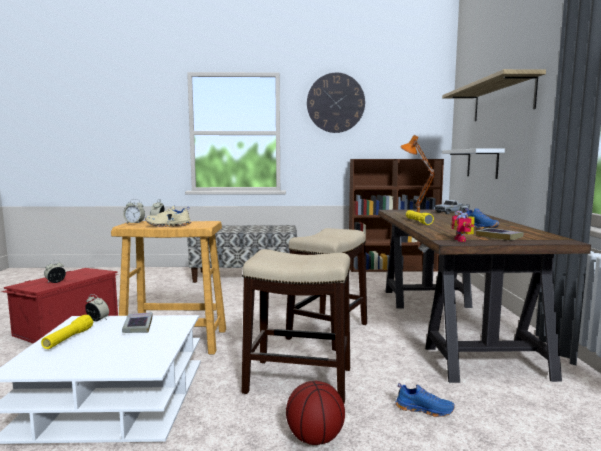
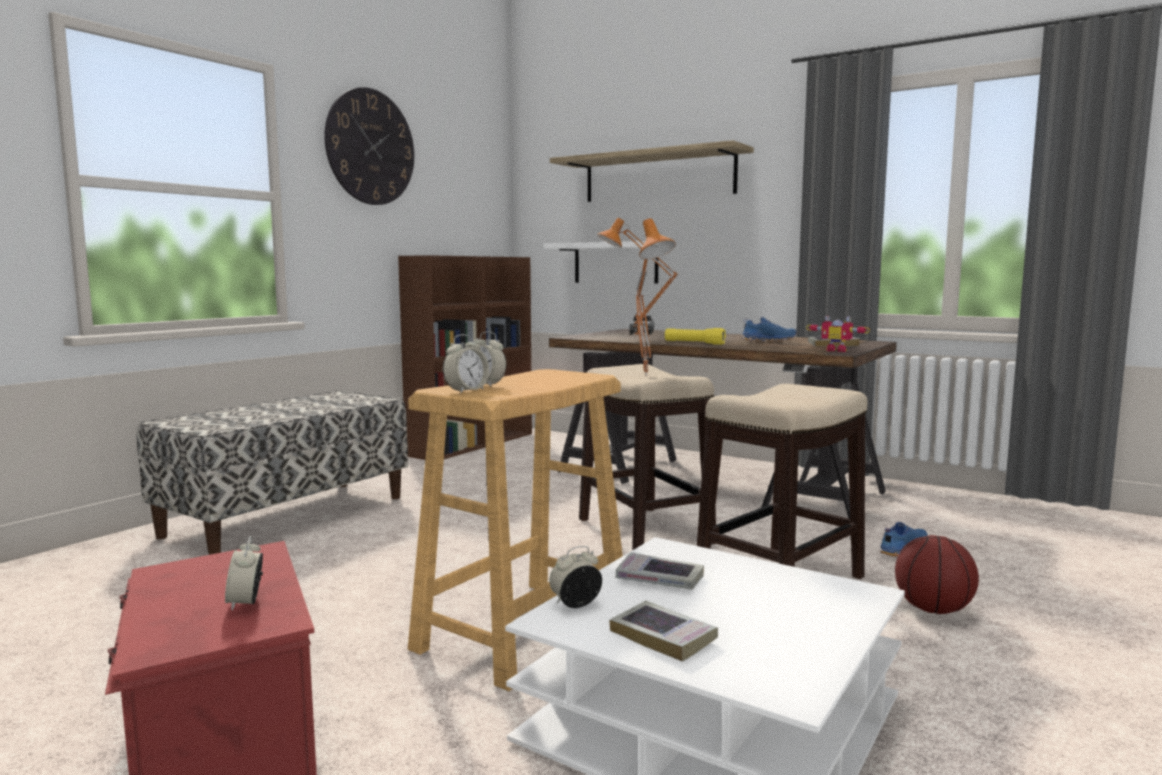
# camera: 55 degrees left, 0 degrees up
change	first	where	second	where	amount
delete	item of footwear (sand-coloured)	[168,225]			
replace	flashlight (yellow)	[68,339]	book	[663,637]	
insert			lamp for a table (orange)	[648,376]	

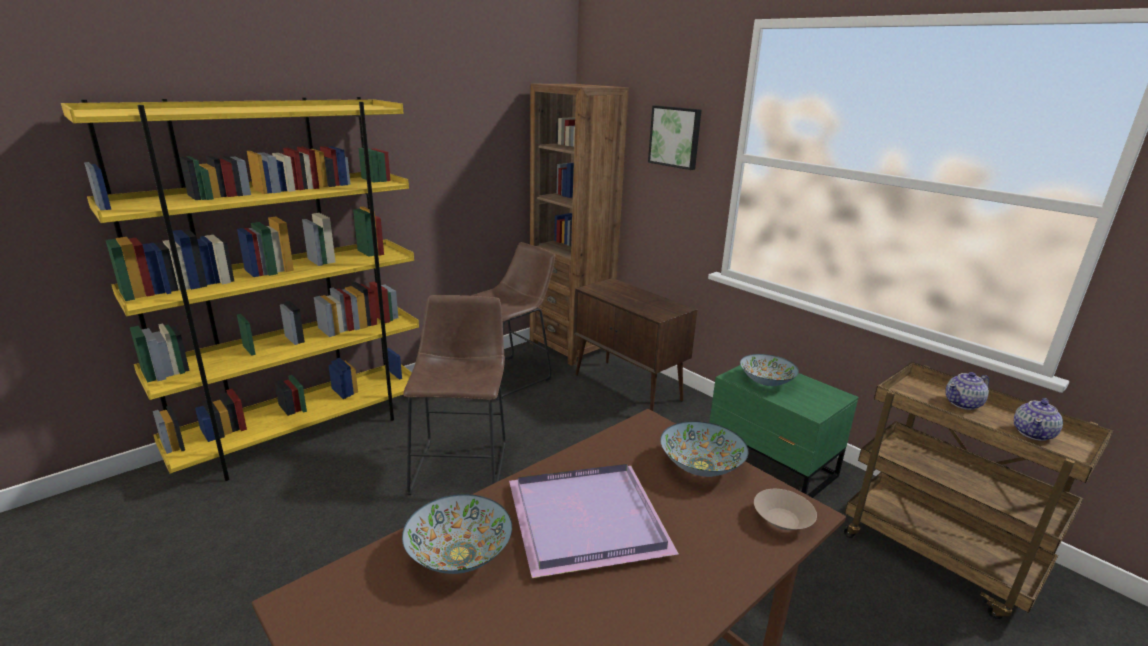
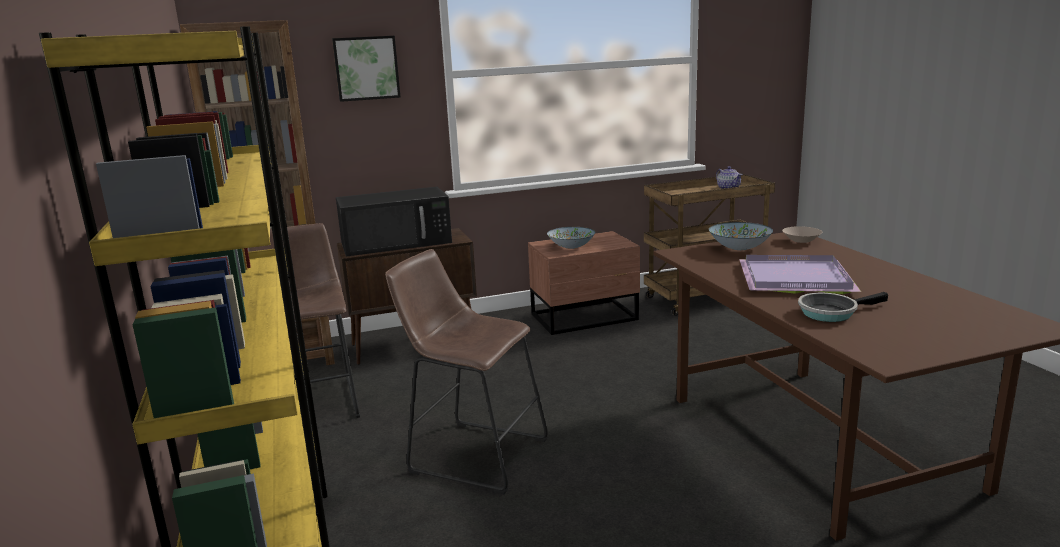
# camera: 65 degrees left, 5 degrees down
change	first	where	second	where	amount
recolor	nightstand (green-coloured)	[771,466]	nightstand (brown)	[586,317]	
delete	pot for tea	[963,403]			
replace	deep dish	[459,554]	skillet	[831,312]	
insert			kitchen microwave (black-coloured)	[397,242]	

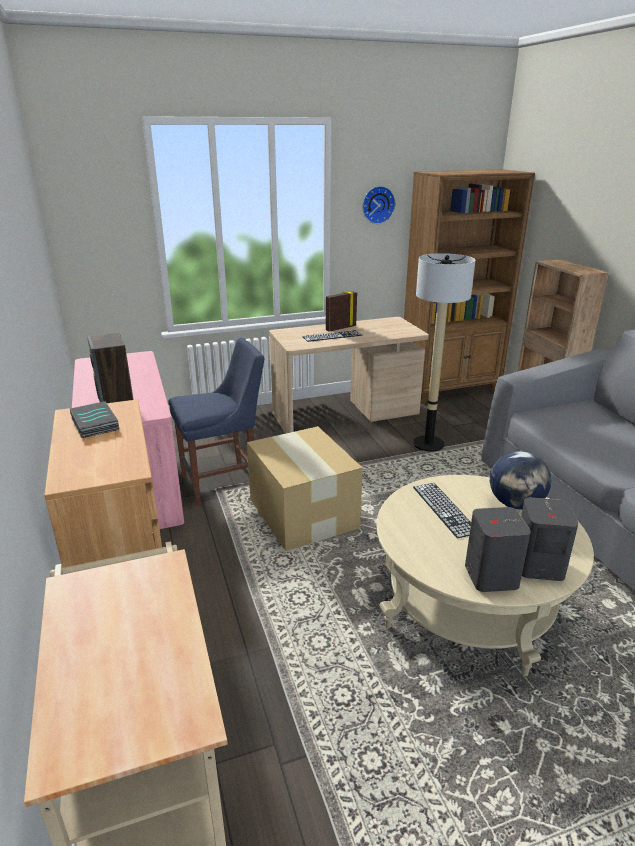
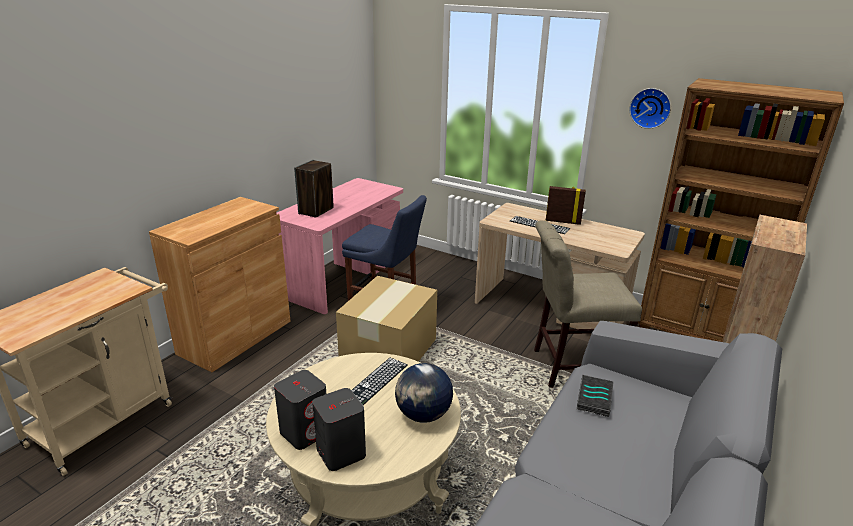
# camera: 50 degrees right, 0 degrees up
change	first	where	second	where	amount
replace	standard lamp	[428,444]	chair (sand-coloured)	[571,366]	
move	book	[93,423]		[593,398]	

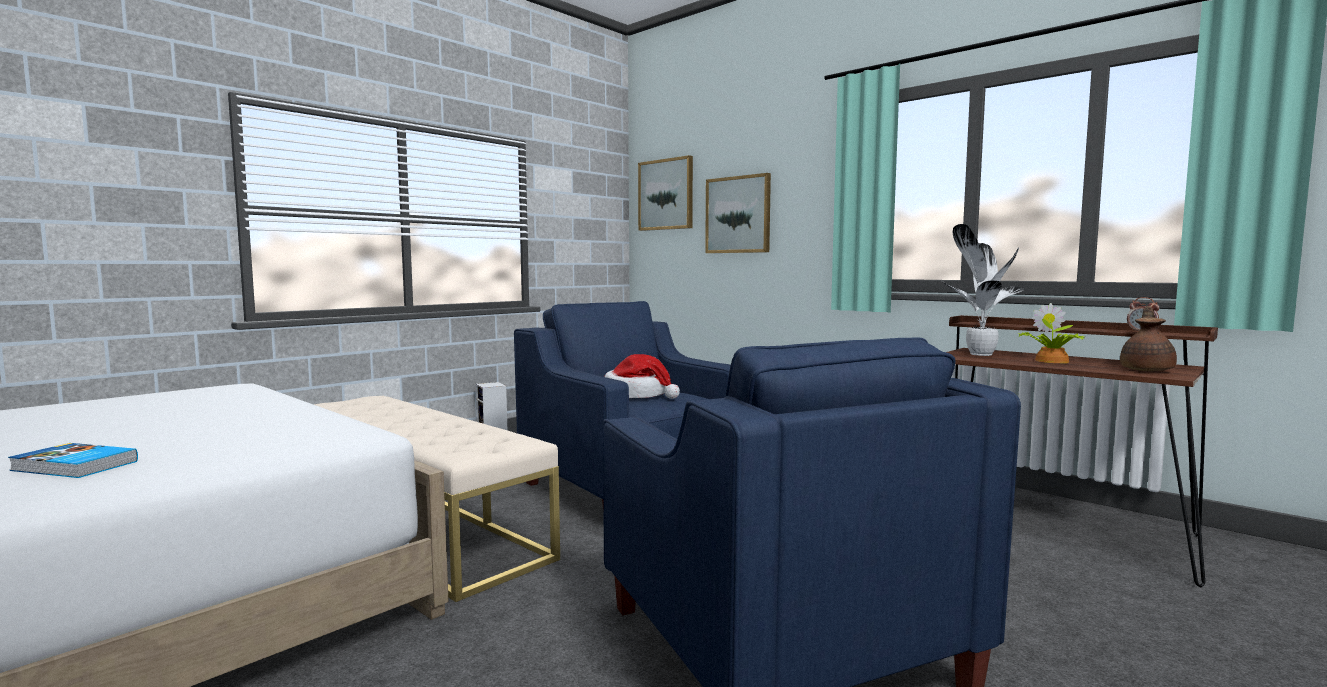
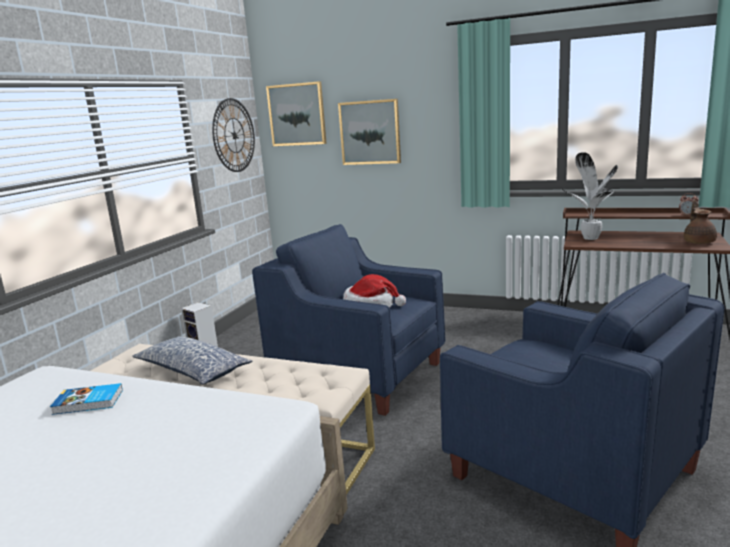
# camera: 20 degrees left, 10 degrees up
change	first	where	second	where	amount
delete	potted plant	[1051,361]			
move	book	[73,466]		[88,402]	
insert			clock on the wall	[234,135]	
insert			throw pillow	[192,371]	

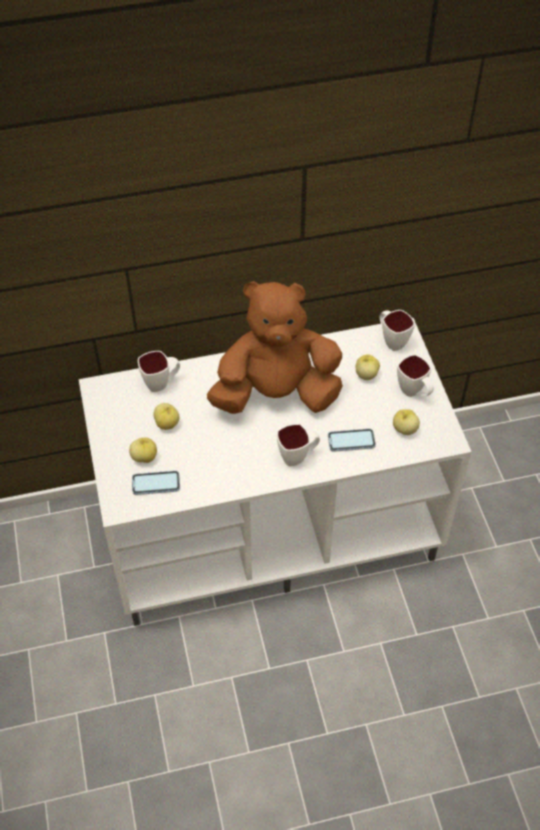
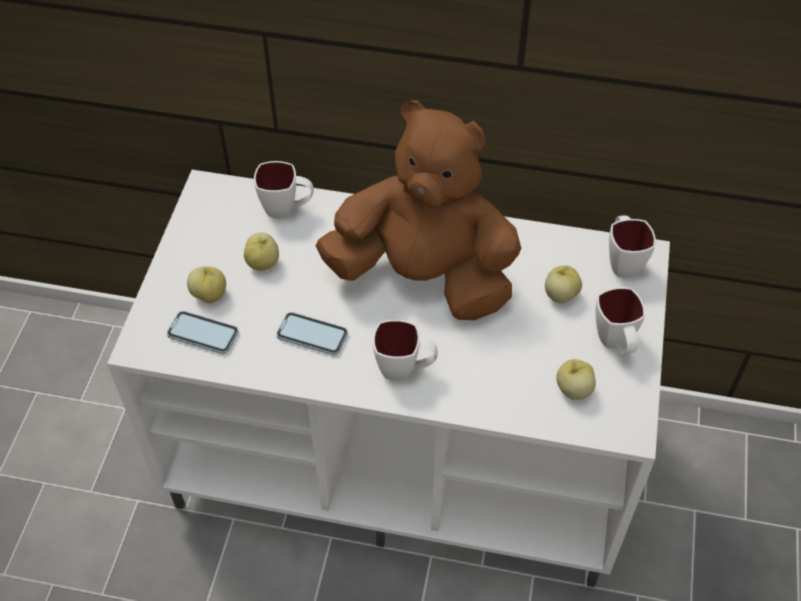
# camera: 25 degrees right, 0 degrees up
change	first	where	second	where	amount
move	phone	[351,441]		[312,335]	

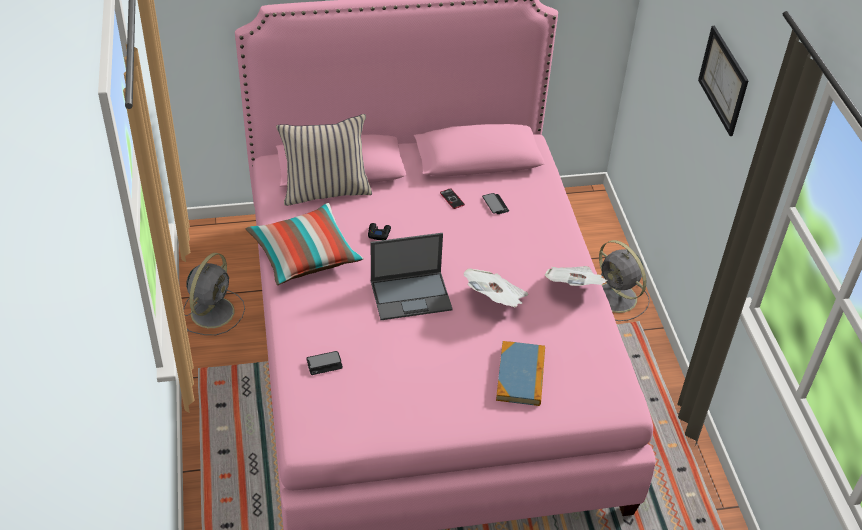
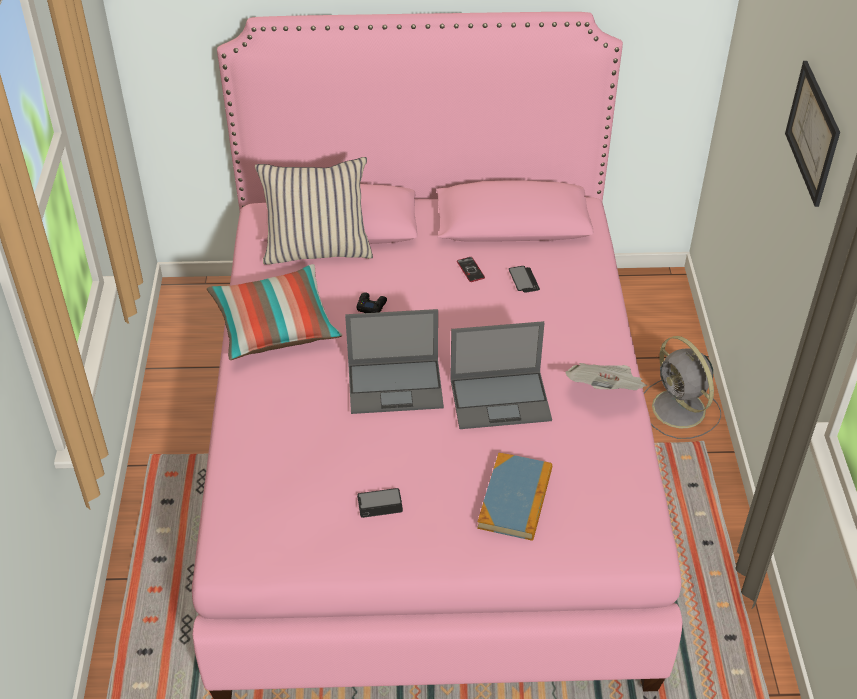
# camera: 10 degrees right, 0 degrees up
change	first	where	second	where	amount
delete	cooling fan (gray)	[213,311]			
replace	daily paper	[495,299]	portable computer	[501,399]	
move	phone	[324,364]		[380,504]	

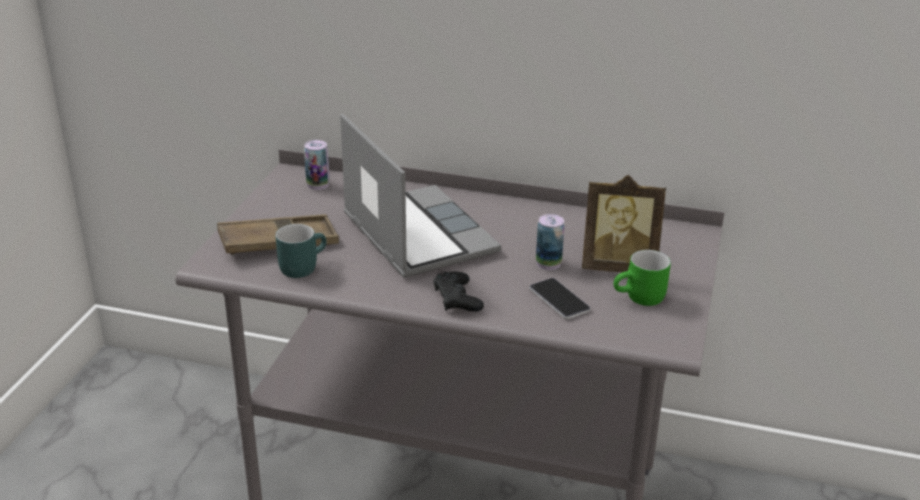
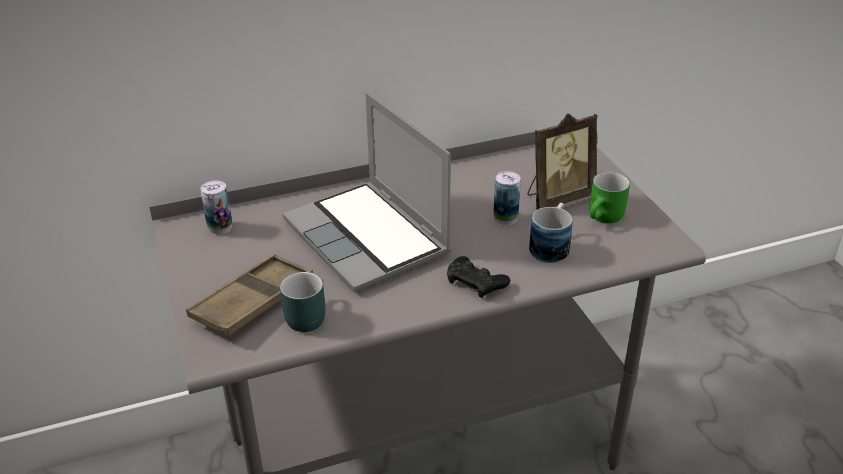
# camera: 35 degrees left, 5 degrees up
change	first	where	second	where	amount
rotate	portable computer	[416,234]		[368,238]	150 degrees counterclockwise
replace	phone	[559,299]	mug	[551,246]	

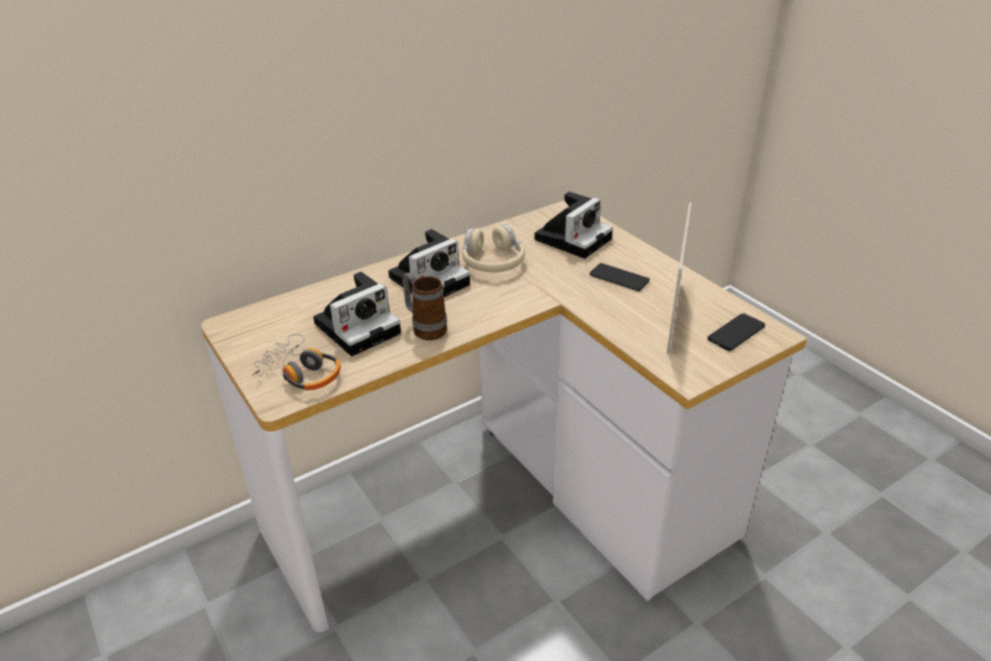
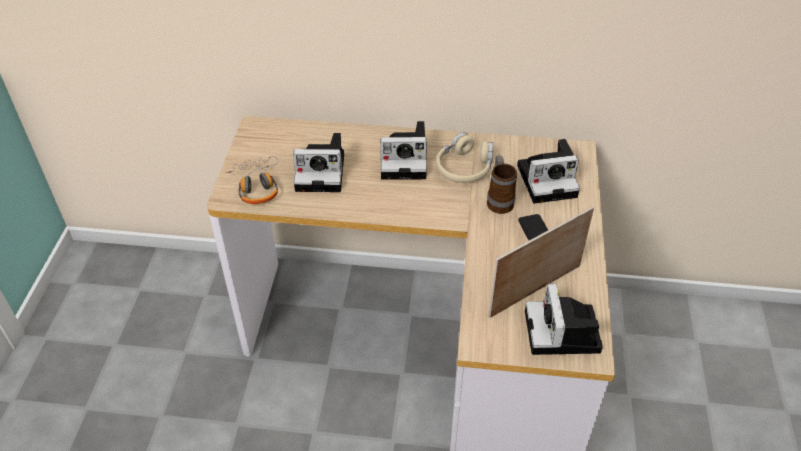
# camera: 40 degrees right, 10 degrees up
change	first	where	second	where	amount
move	mug	[425,328]		[499,200]	
replace	phone	[736,333]	still camera	[563,334]	

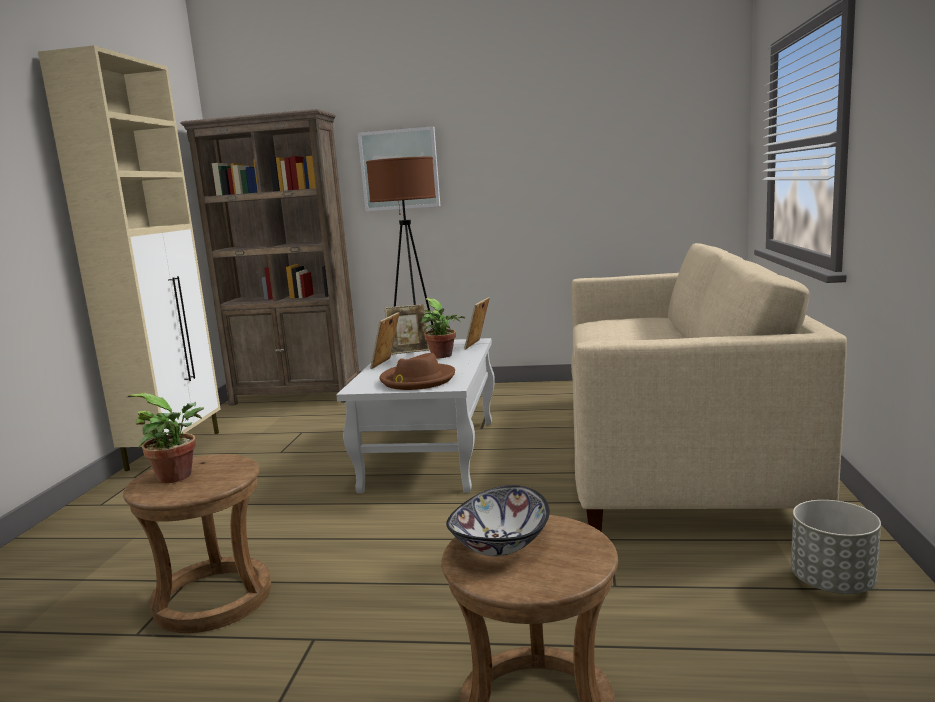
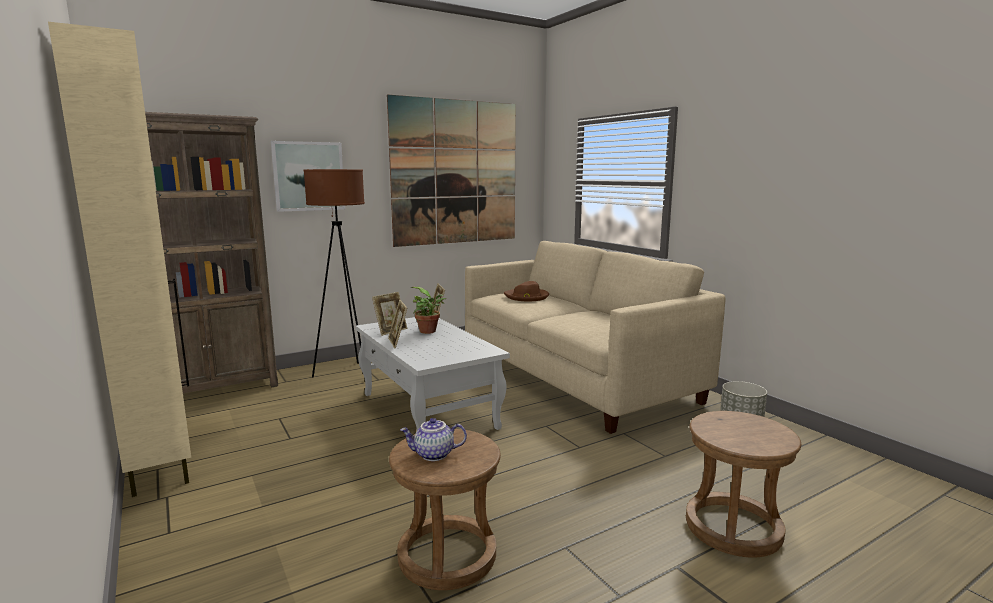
# camera: 40 degrees left, 0 degrees up
change	first	where	second	where	amount
move	hat (brown)	[417,380]		[527,297]	
replace	potted plant	[179,476]	pot for tea	[433,455]	
delete	deep dish	[499,545]			
insert			picture	[455,172]	

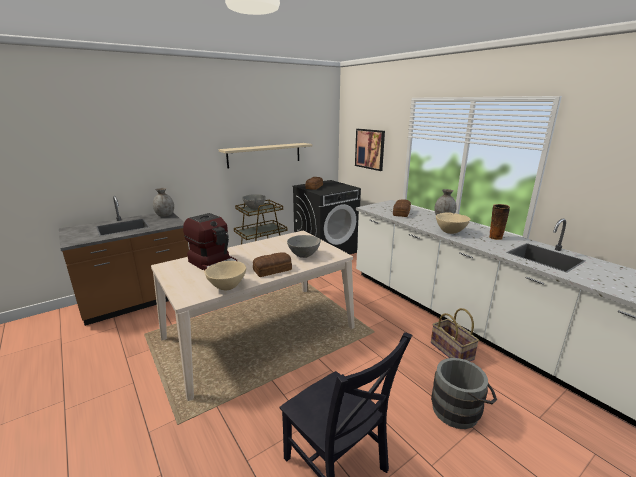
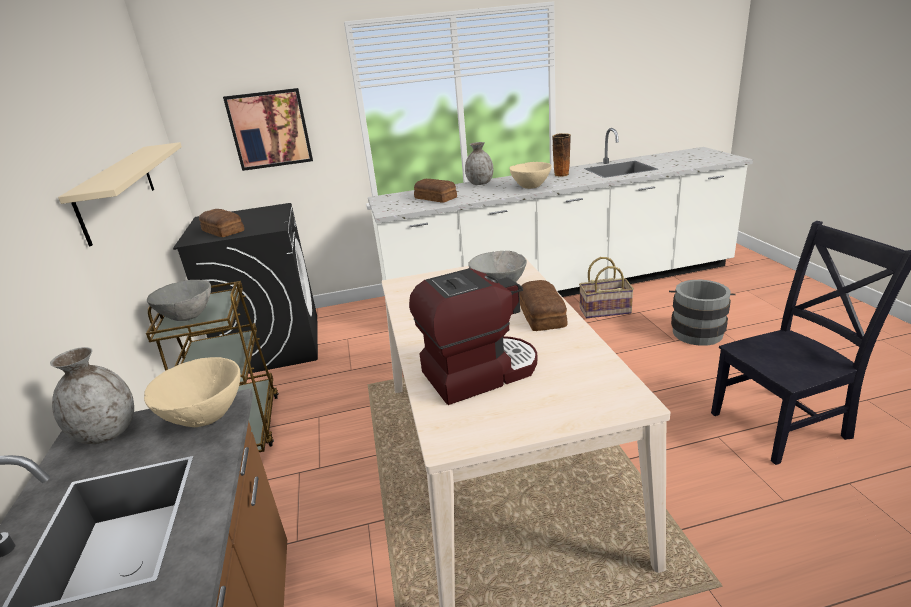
# camera: 65 degrees left, 5 degrees up
change	first	where	second	where	amount
move	deep dish (sand-coloured)	[227,286]		[205,417]	

